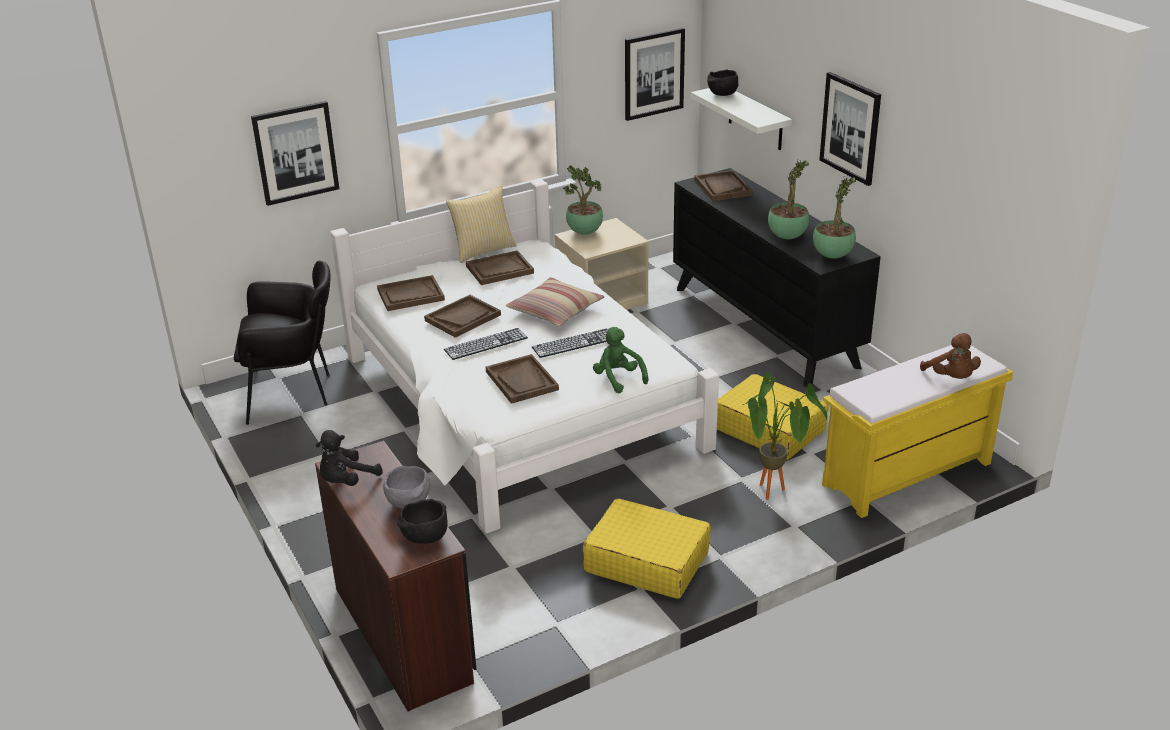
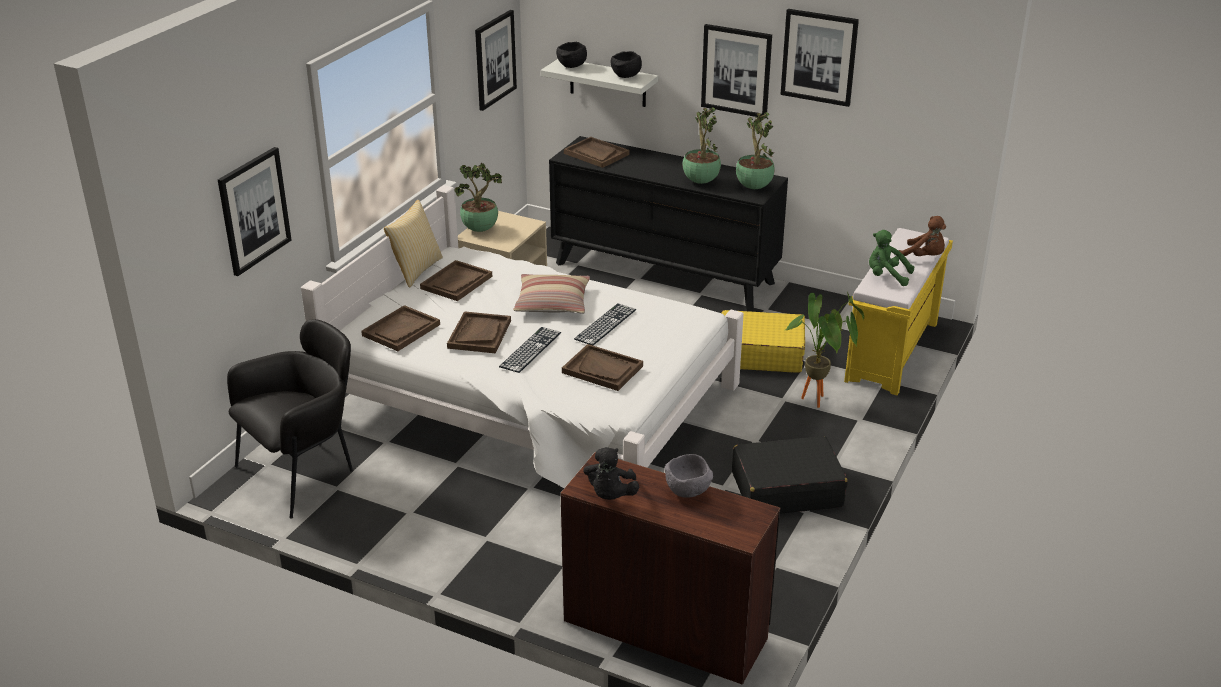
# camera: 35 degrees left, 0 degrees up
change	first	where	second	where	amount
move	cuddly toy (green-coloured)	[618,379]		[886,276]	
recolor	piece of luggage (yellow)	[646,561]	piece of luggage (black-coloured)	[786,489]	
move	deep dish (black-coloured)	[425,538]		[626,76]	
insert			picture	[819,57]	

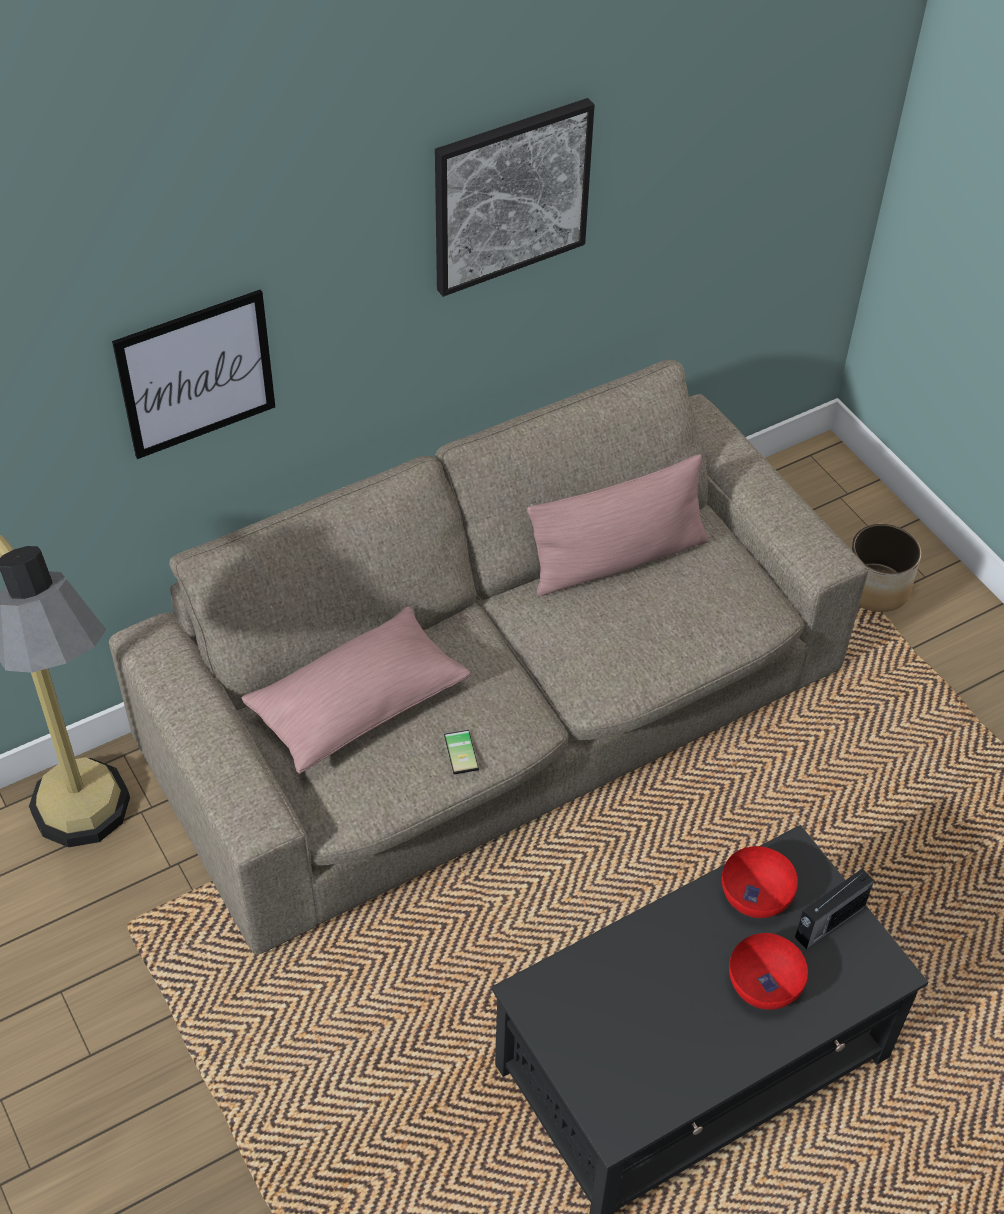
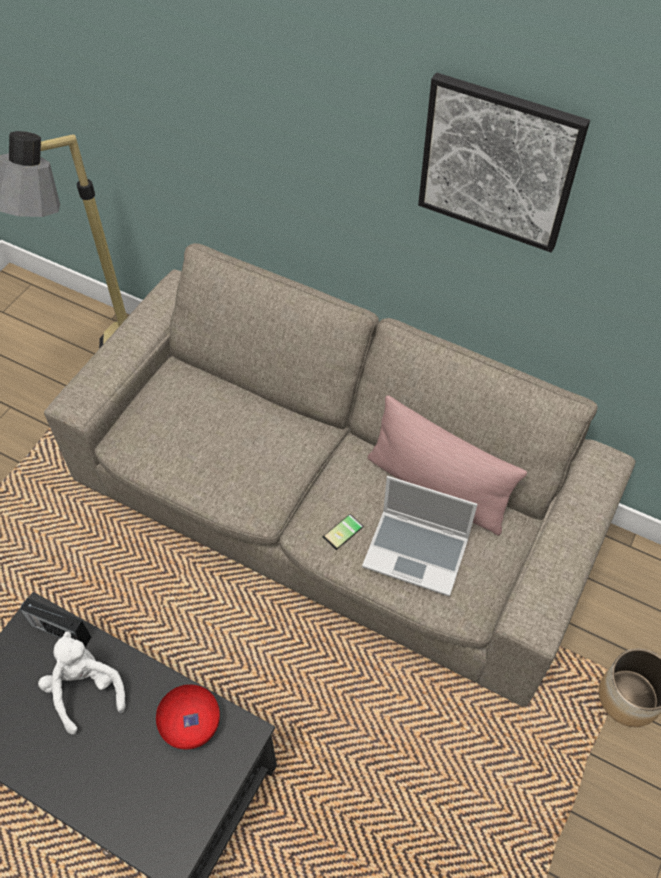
# camera: 60 degrees right, 5 degrees up
change	first	where	second	where	amount
delete	picture	[196,374]			
delete	throw pillow (pinkish)	[358,705]			
move	phone	[464,752]		[344,533]	
move	radio	[828,923]		[60,630]	
delete	deep dish (red-coloured)	[763,983]			
insert			portable computer	[417,552]	
insert			cuddly toy (white-coloured)	[86,689]	

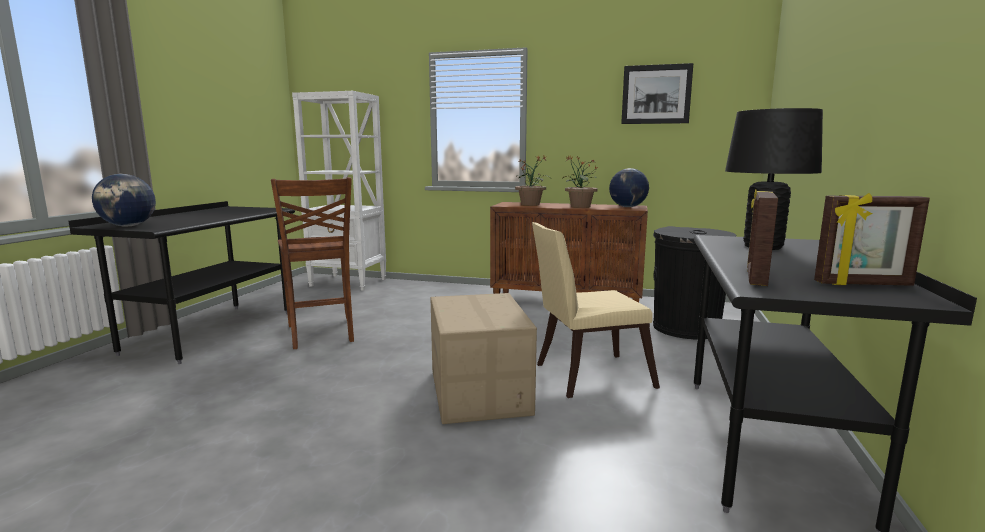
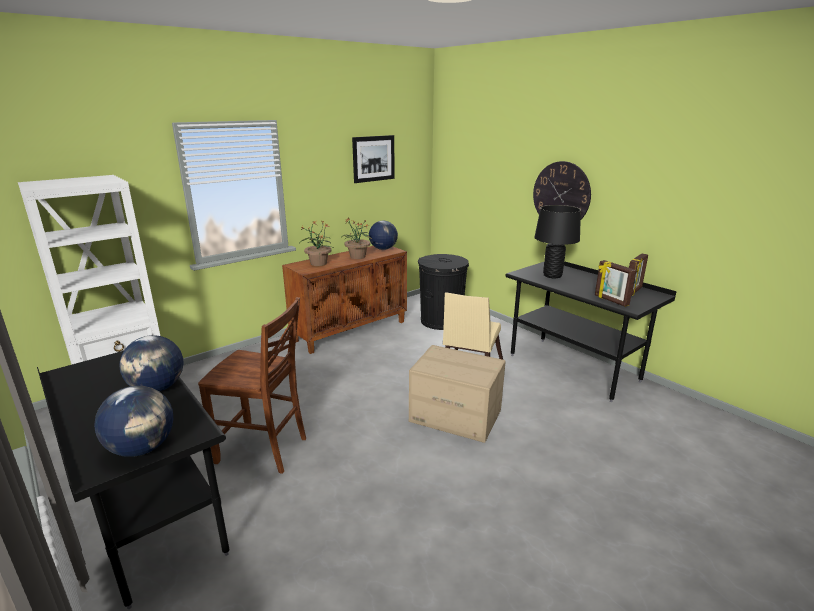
# camera: 55 degrees left, 10 degrees up
change	first	where	second	where	amount
insert			clock on the wall	[561,195]	
insert			desk globe	[158,388]	

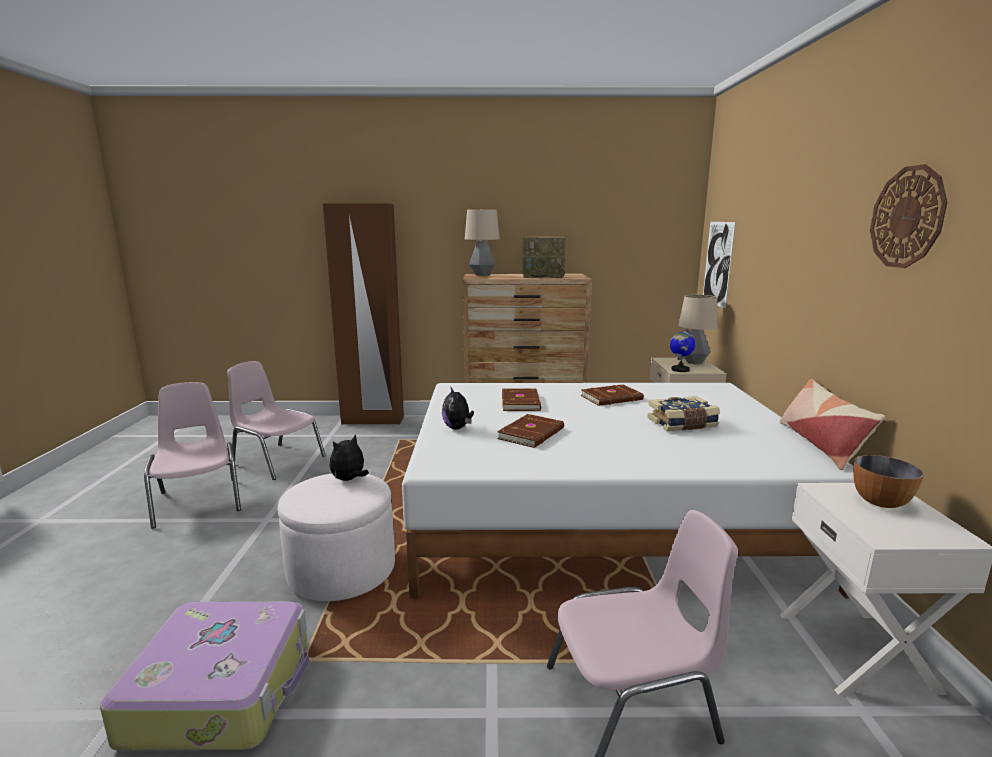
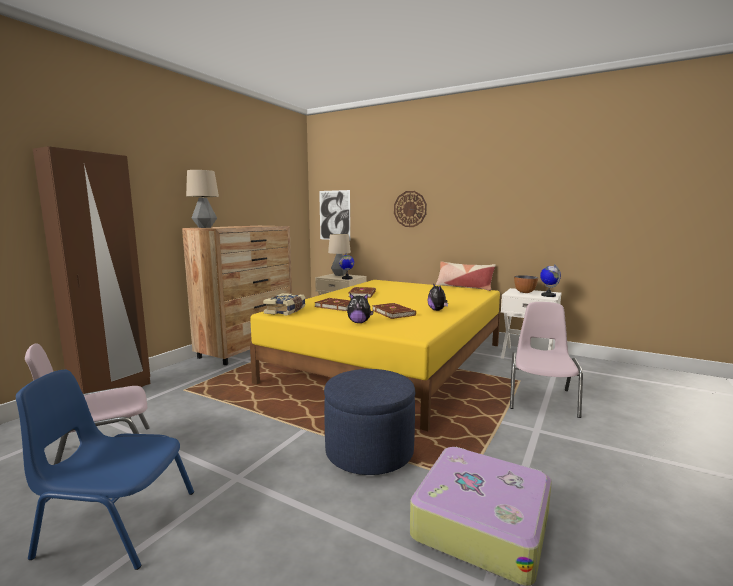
# camera: 60 degrees left, 5 degrees down
change	first	where	second	where	amount
move	clock on the wall	[907,217]		[410,209]	
delete	radio	[544,276]			
recolor	chair (pinkish)	[199,501]	chair (bluish)	[117,523]	
recolor	sleeping bed (white-coloured)	[600,514]	sleeping bed (yellow)	[391,362]	
move	book	[682,424]		[286,311]	
move	cuddly toy	[349,480]		[437,310]	
recolor	footrest (white-coloured)	[342,570]	footrest (bluish)	[369,451]	
insert			desk globe	[548,295]	

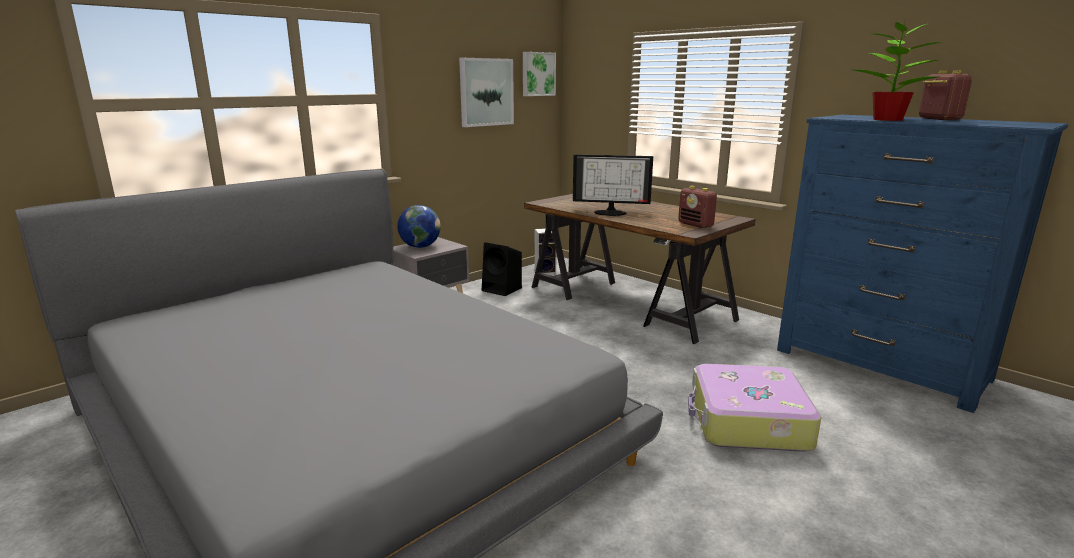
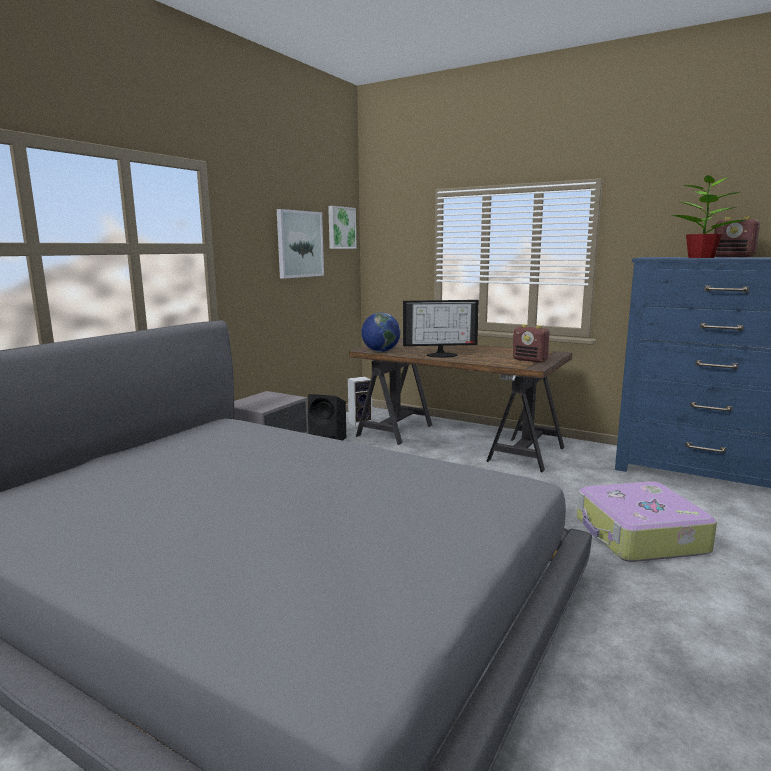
# camera: 15 degrees left, 5 degrees down
change	first	where	second	where	amount
rotate	radio	[939,119]		[733,257]	150 degrees clockwise
move	desk globe	[420,246]		[381,351]	

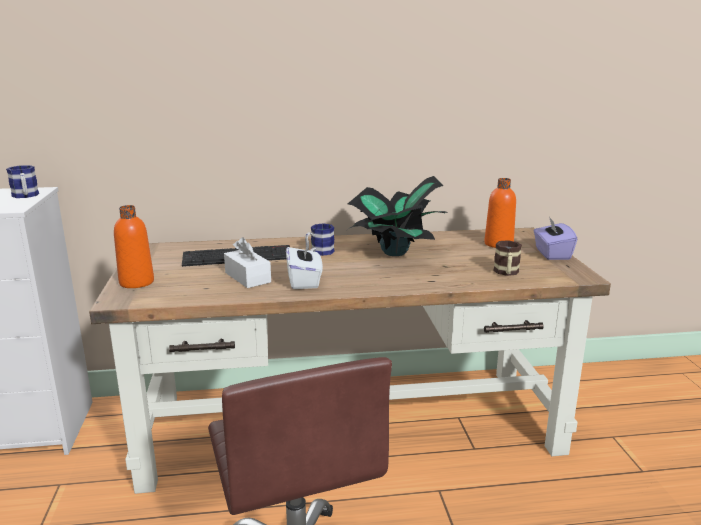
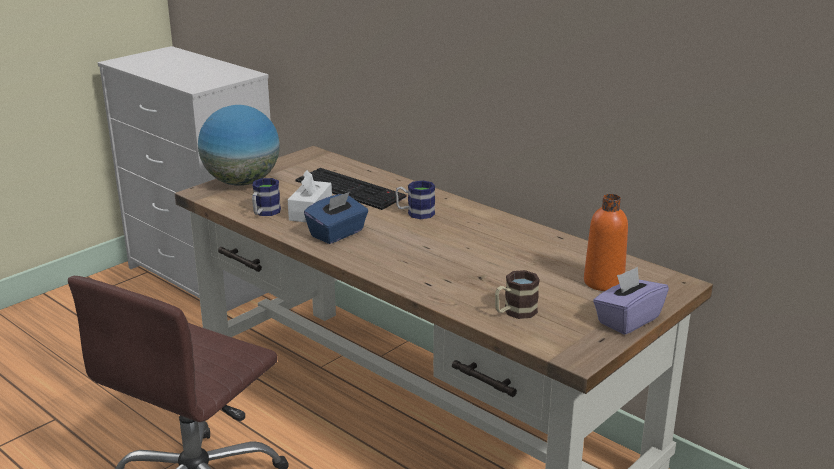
# camera: 50 degrees right, 5 degrees up
change	first	where	second	where	amount
move	mug	[25,196]		[264,213]	
delete	potted plant	[394,253]			
replace	beverage bottle (orange)	[136,282]	desk globe	[241,182]	
recolor	box of tissues (white-coloured)	[304,281]	box of tissues (bluish)	[337,234]	

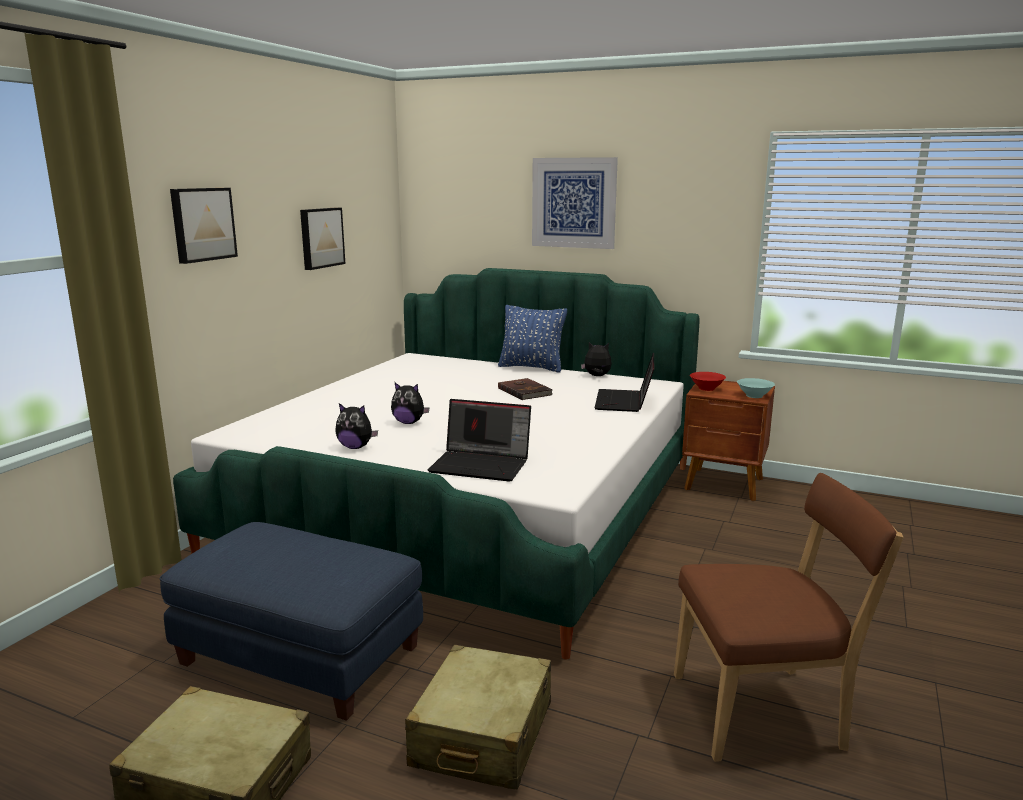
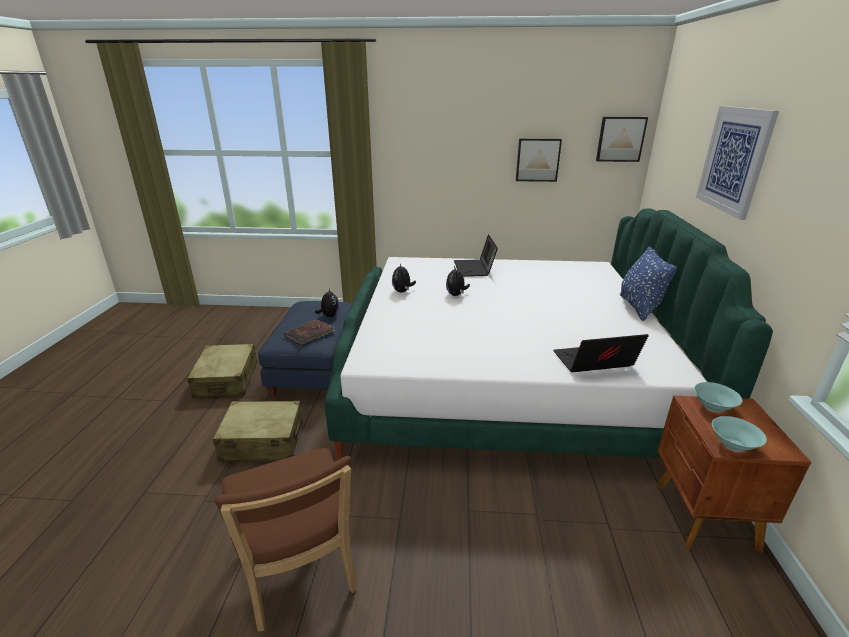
# camera: 70 degrees right, 10 degrees up
change	first	where	second	where	amount
move	picture	[202,224]		[620,139]	
move	cuddly toy	[597,376]		[329,316]	
recolor	deep dish (red-coloured)	[706,388]	deep dish (turquoise-coloured)	[713,406]	
move	book (brown)	[525,391]		[310,334]	
move	portable computer	[482,465]		[474,269]	

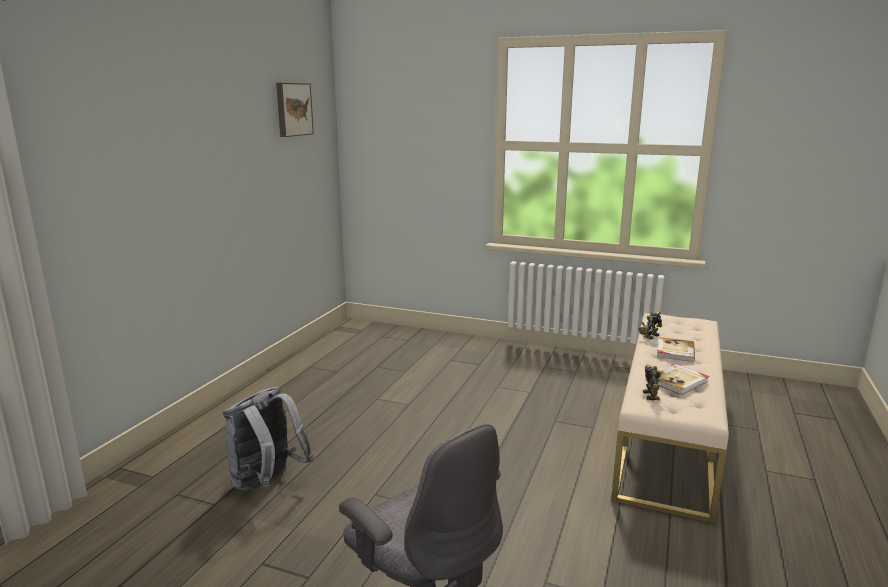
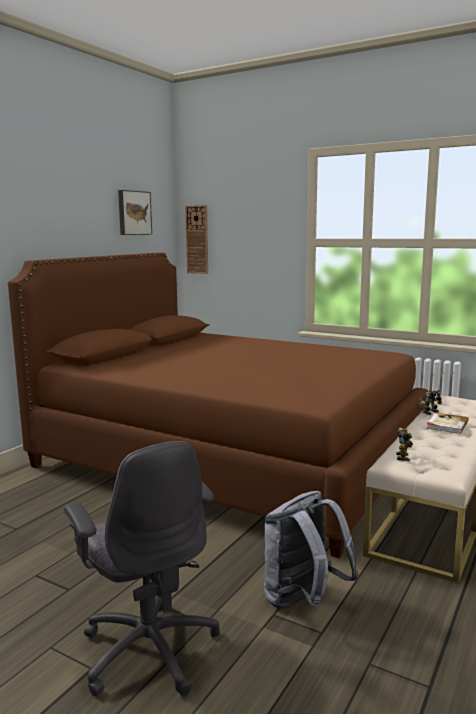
# camera: 10 degrees right, 5 degrees down
change	first	where	second	where	amount
delete	book	[679,381]			
move	knapsack (gray)	[267,484]		[303,601]	
insert			clock on the wall	[197,239]	
insert			sleeping bed (brown)	[230,459]	

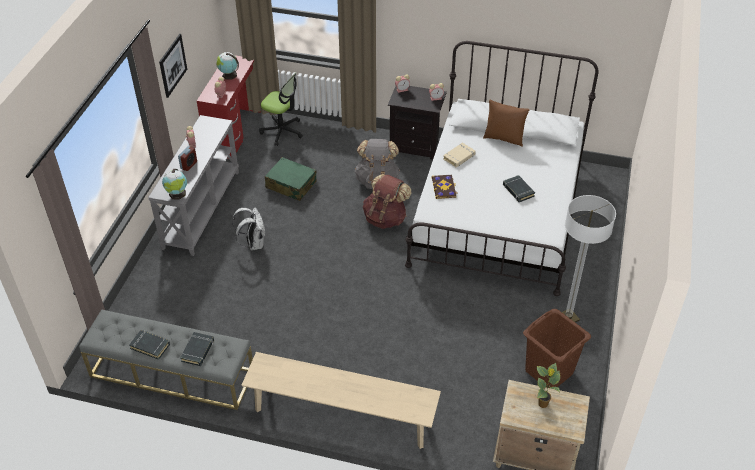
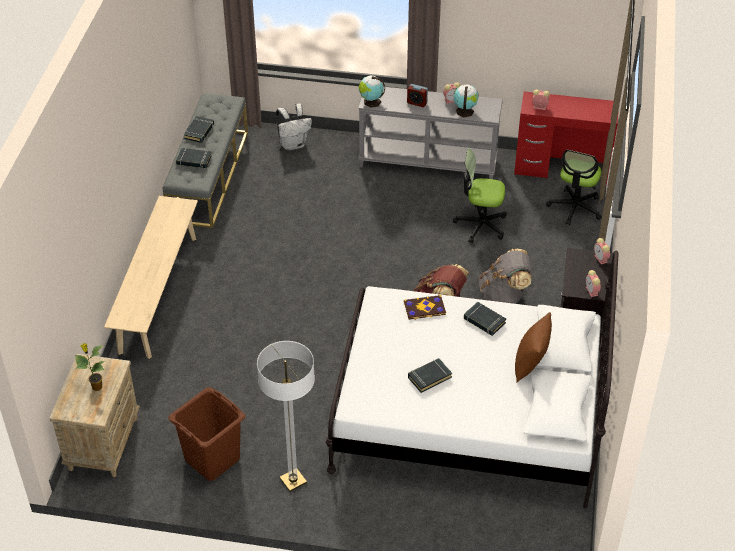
# camera: 85 degrees right, 0 degrees up
change	first	where	second	where	amount
delete	picture	[172,65]			
move	desk globe	[228,75]		[464,111]	
recolor	book (sand-coloured)	[459,157]	book (black-coloured)	[484,321]	
replace	piece of luggage (green-coloured)	[291,185]	desk chair	[480,225]	
move	knapsack (white-coloured)	[253,243]		[293,144]	

